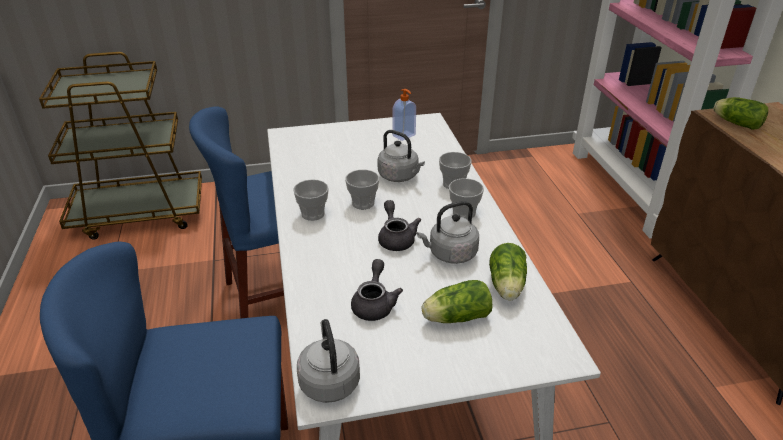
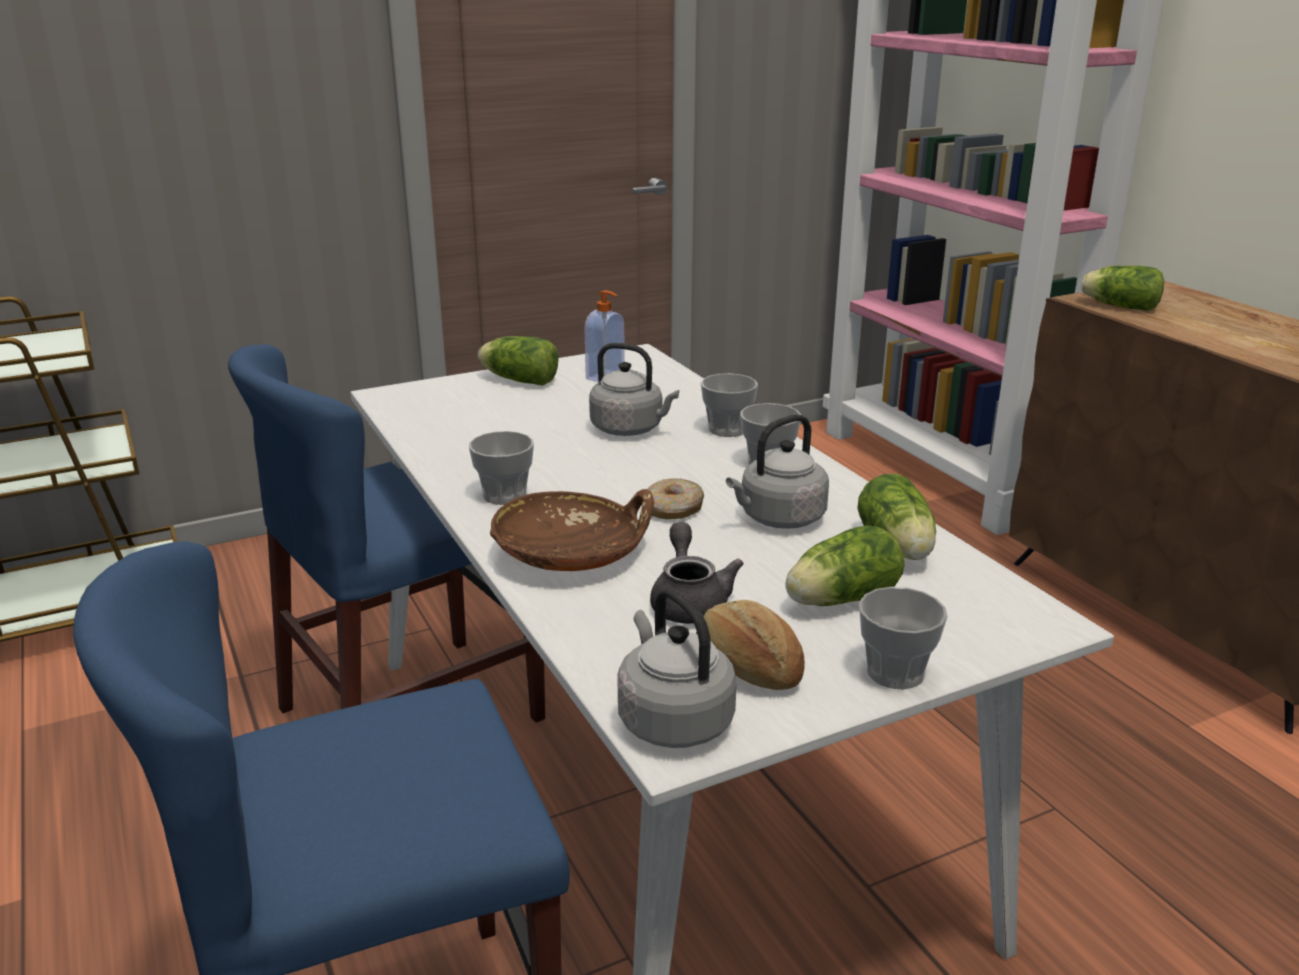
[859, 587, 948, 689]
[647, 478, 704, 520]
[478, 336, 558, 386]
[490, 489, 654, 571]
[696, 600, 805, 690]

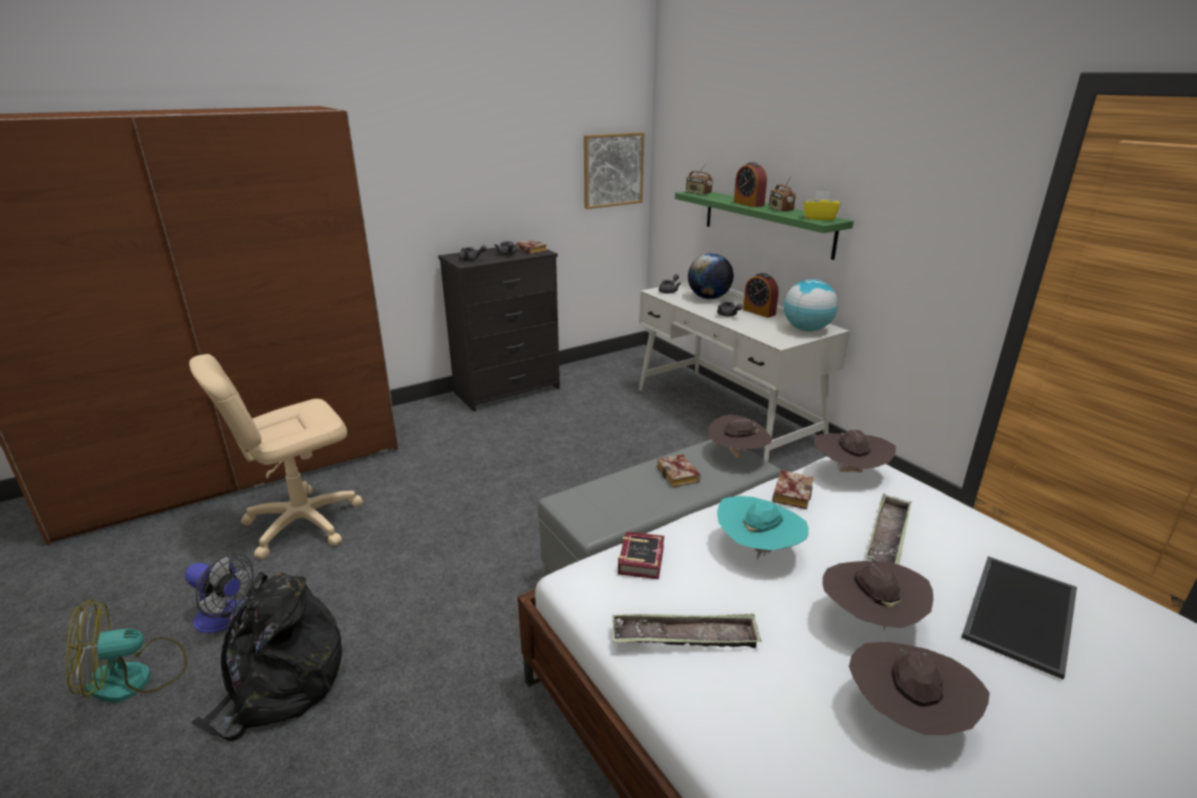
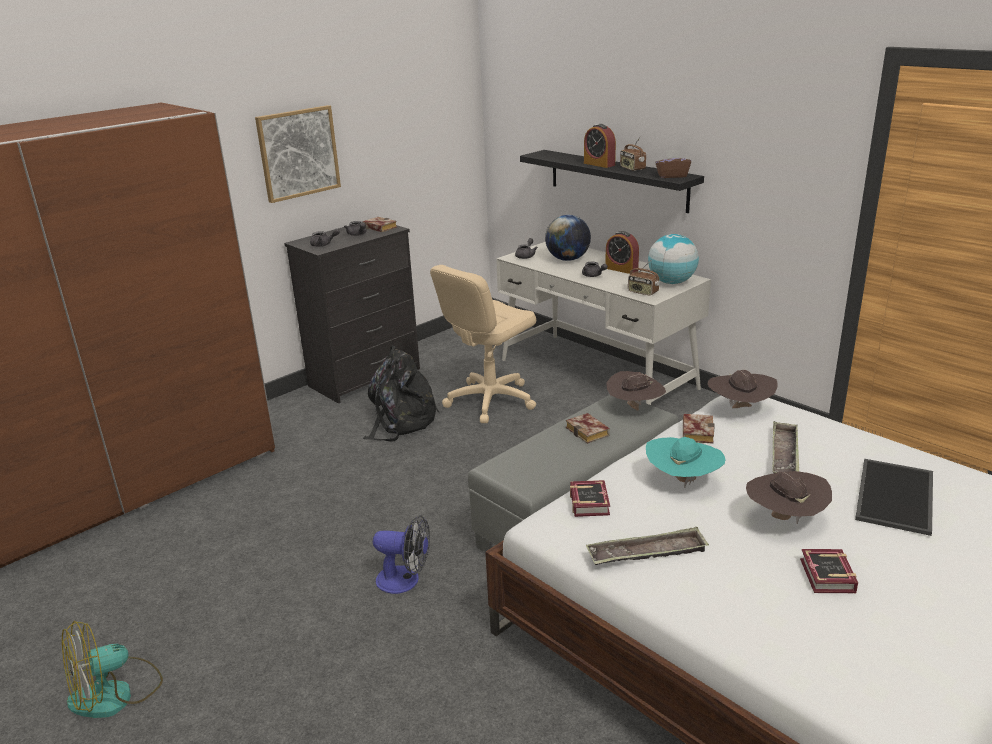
[255, 105, 341, 203]
[628, 260, 660, 296]
[520, 150, 704, 213]
[655, 150, 691, 178]
[430, 265, 536, 423]
[373, 515, 430, 594]
[363, 345, 439, 442]
[800, 549, 858, 593]

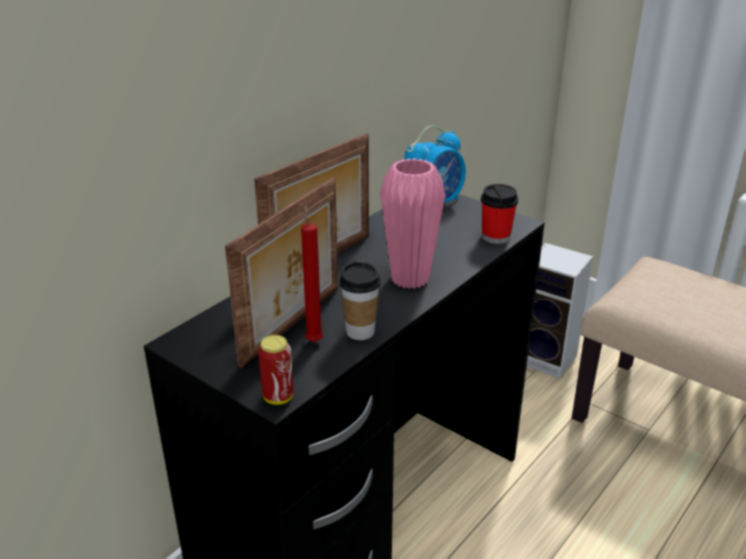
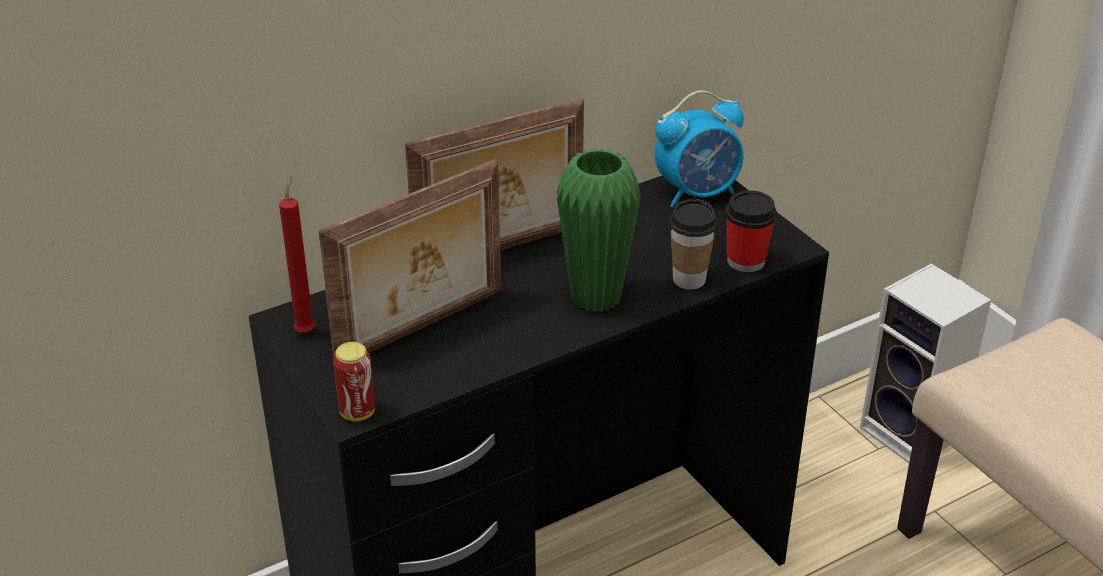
[557, 149, 640, 312]
[279, 177, 315, 333]
[669, 199, 717, 290]

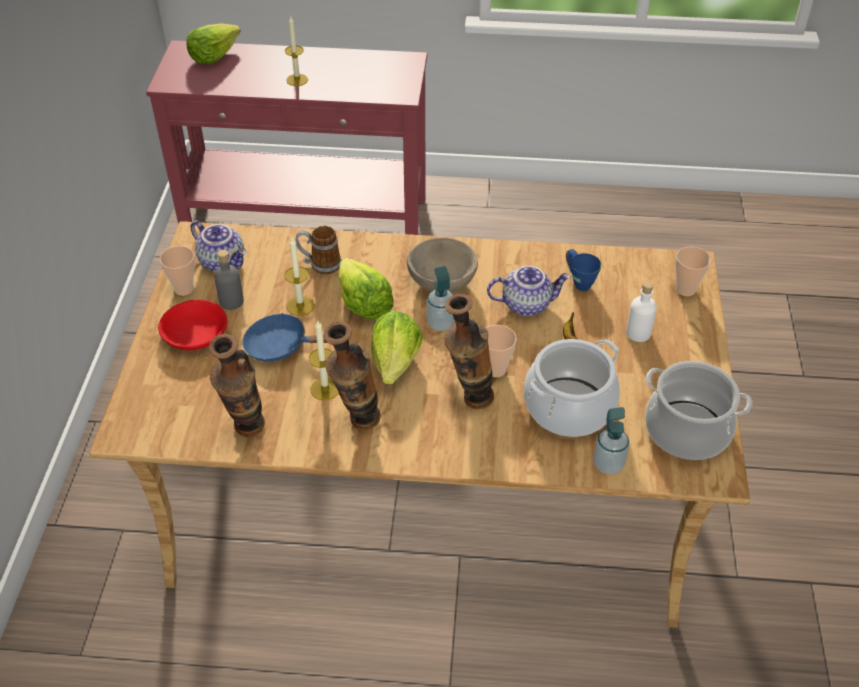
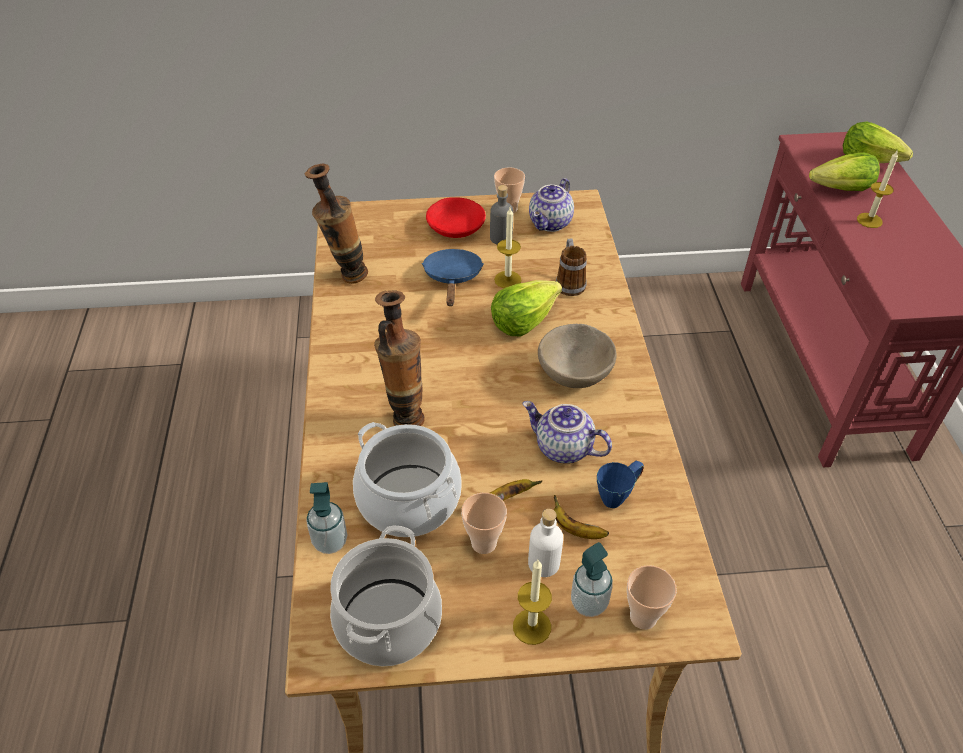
[571, 542, 613, 617]
[522, 401, 612, 463]
[809, 153, 880, 191]
[513, 560, 552, 645]
[324, 321, 381, 431] (first image)
[461, 493, 507, 554]
[554, 495, 609, 539]

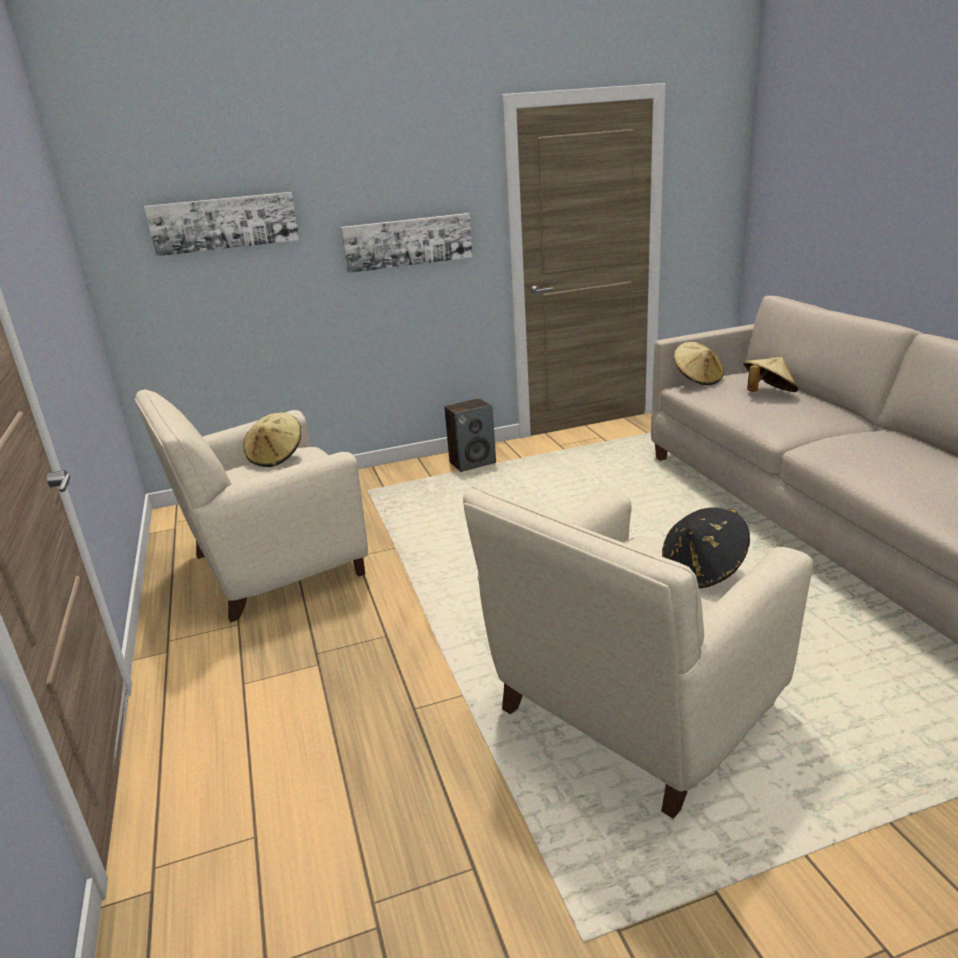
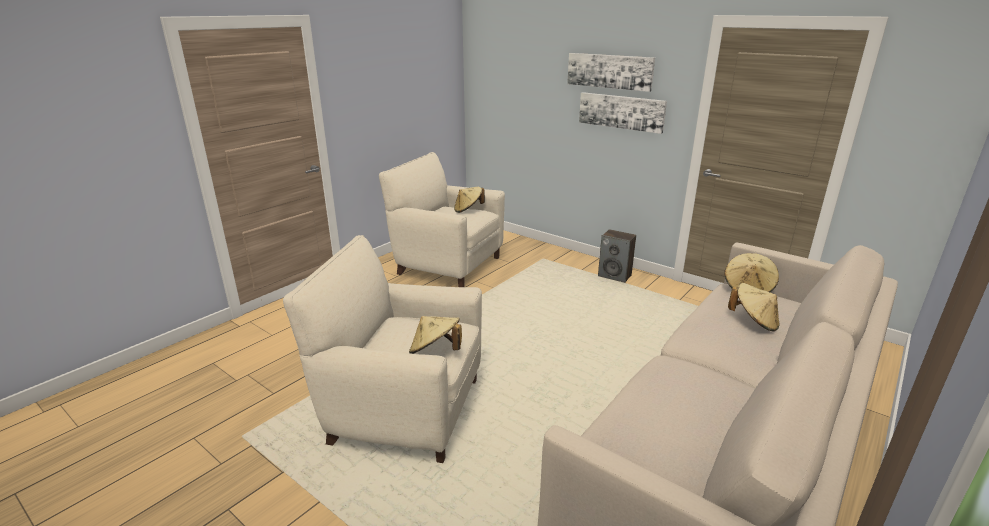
[567, 53, 655, 92]
[409, 316, 462, 354]

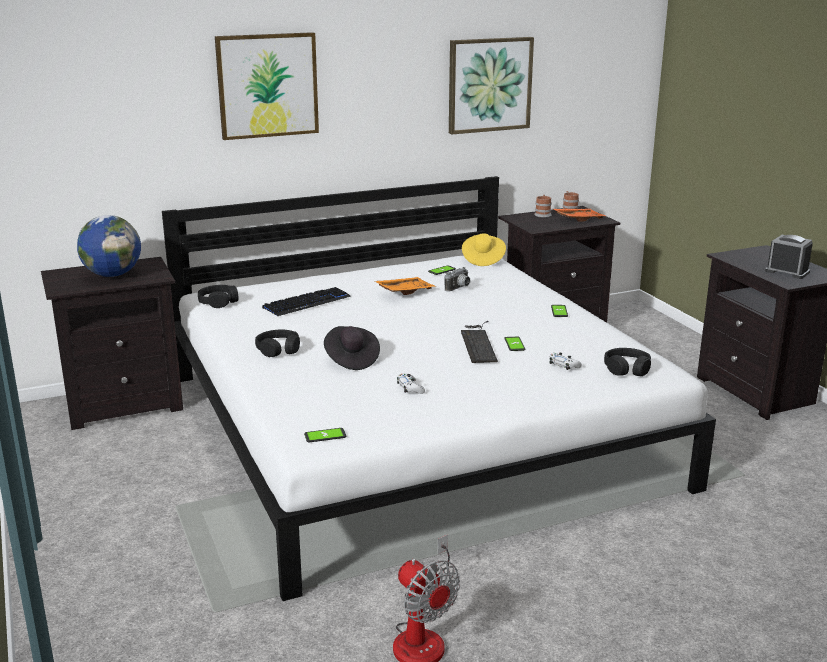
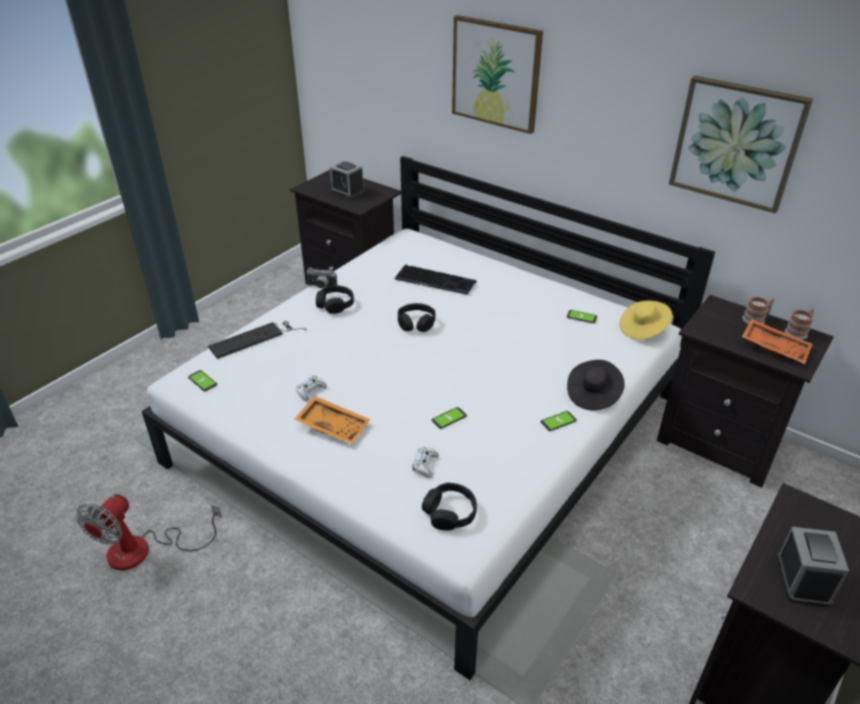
[330, 160, 365, 199]
[306, 267, 337, 288]
[295, 396, 370, 445]
[398, 303, 436, 332]
[208, 321, 307, 359]
[567, 360, 625, 411]

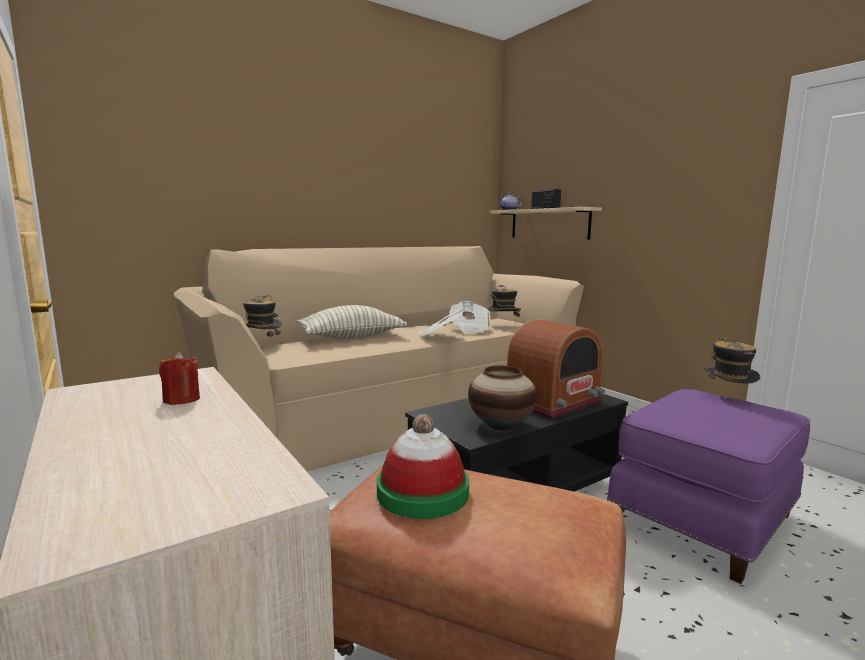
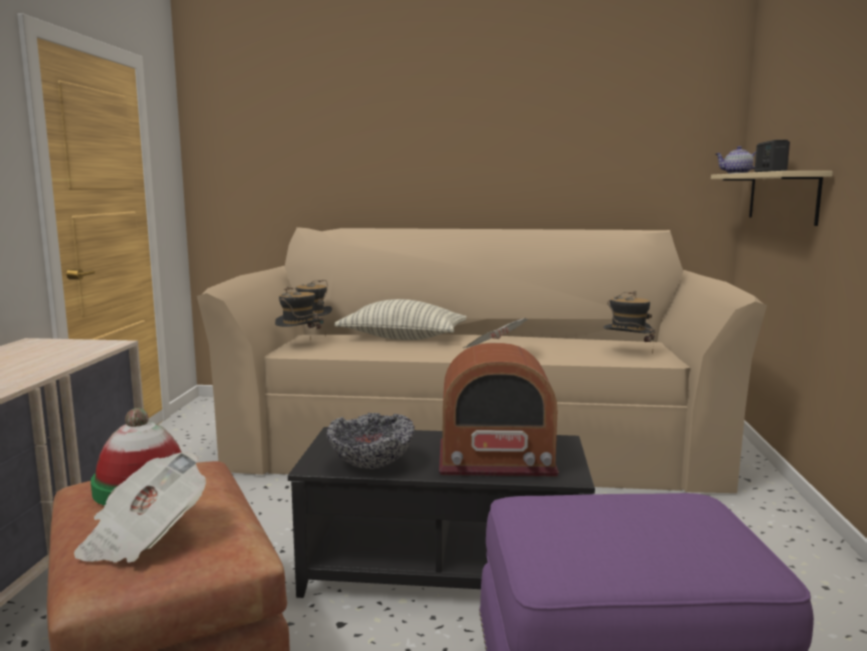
[74, 452, 206, 563]
[275, 286, 321, 340]
[159, 352, 200, 405] (first image)
[326, 413, 414, 469]

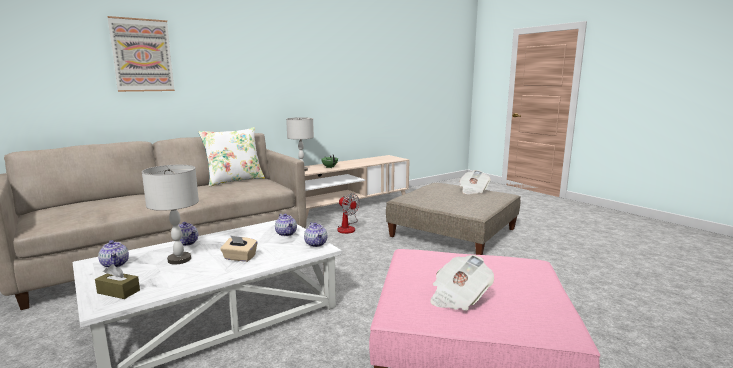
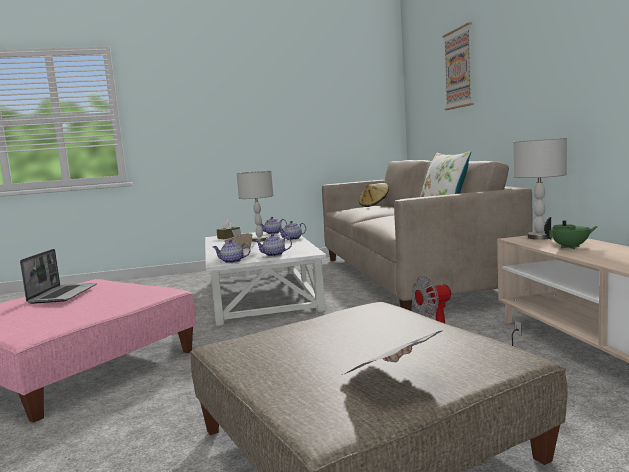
[20, 249, 97, 304]
[359, 183, 389, 207]

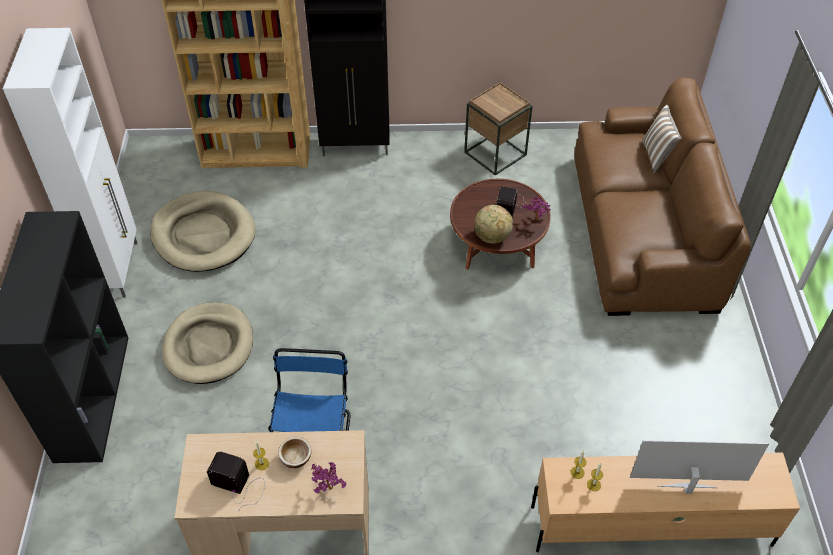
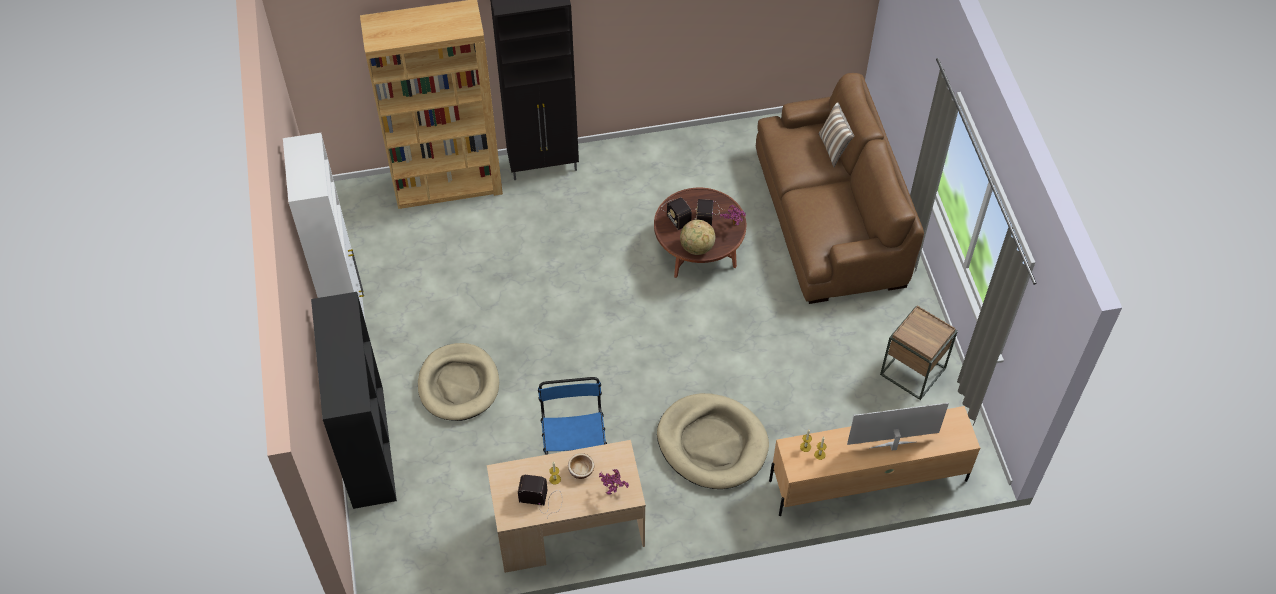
[880, 305, 958, 400]
[657, 393, 769, 489]
[661, 197, 692, 230]

